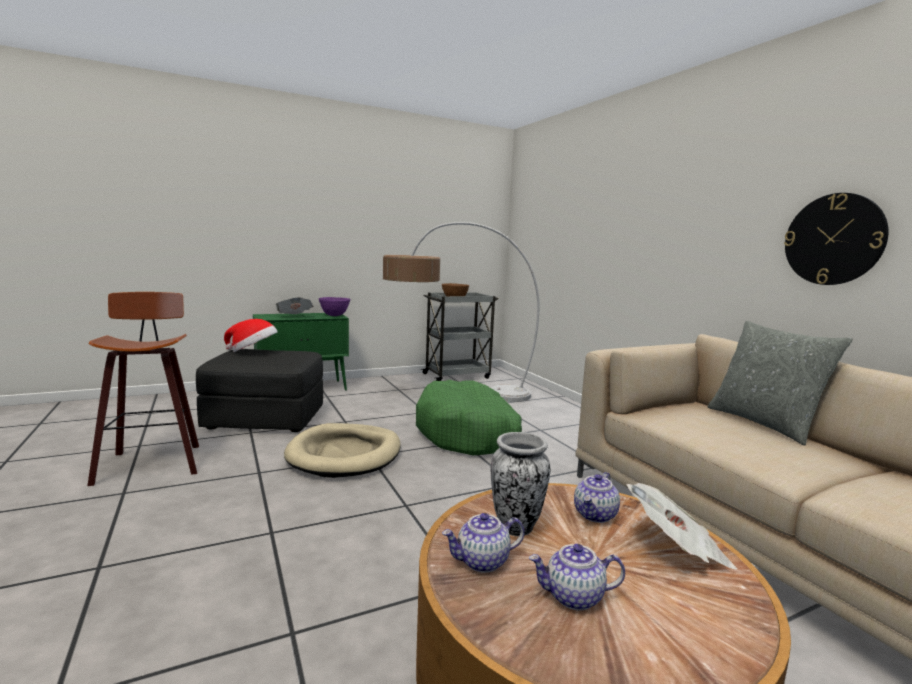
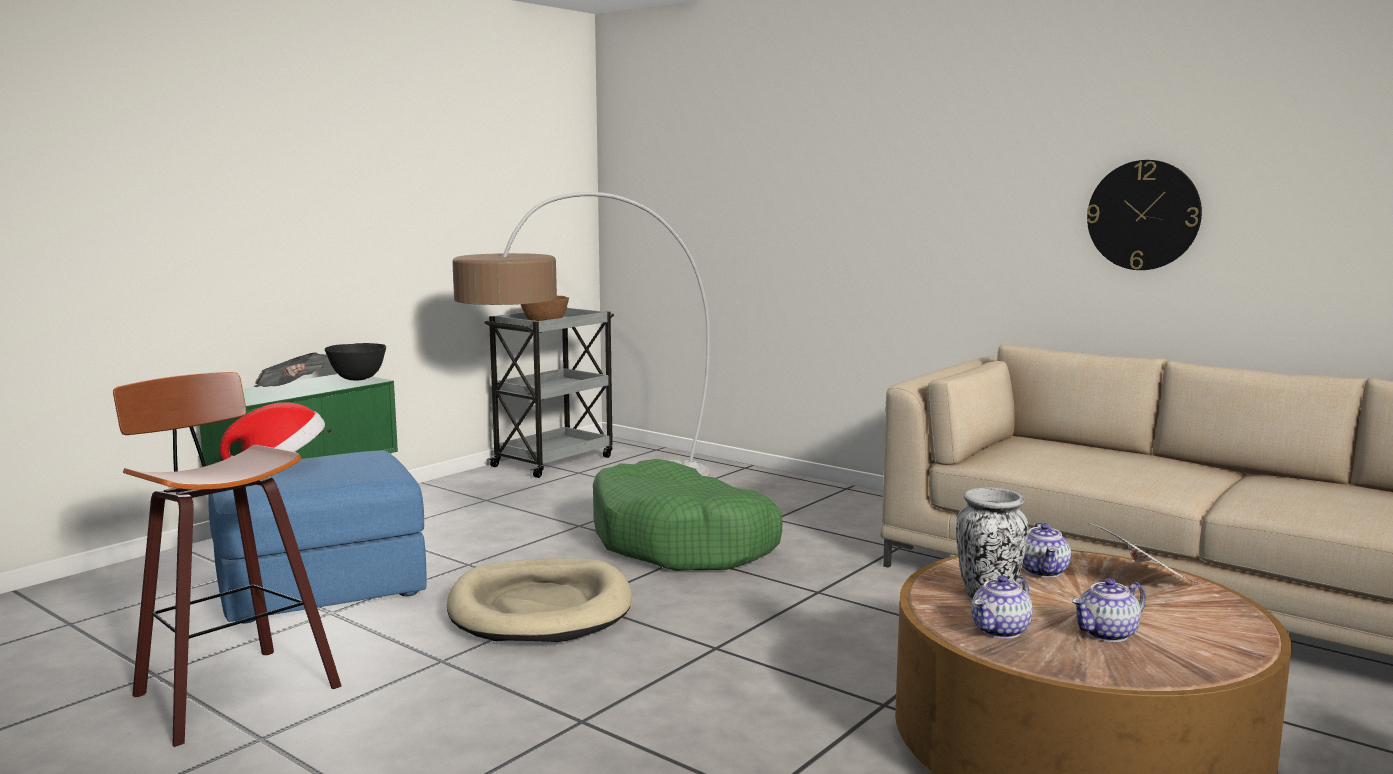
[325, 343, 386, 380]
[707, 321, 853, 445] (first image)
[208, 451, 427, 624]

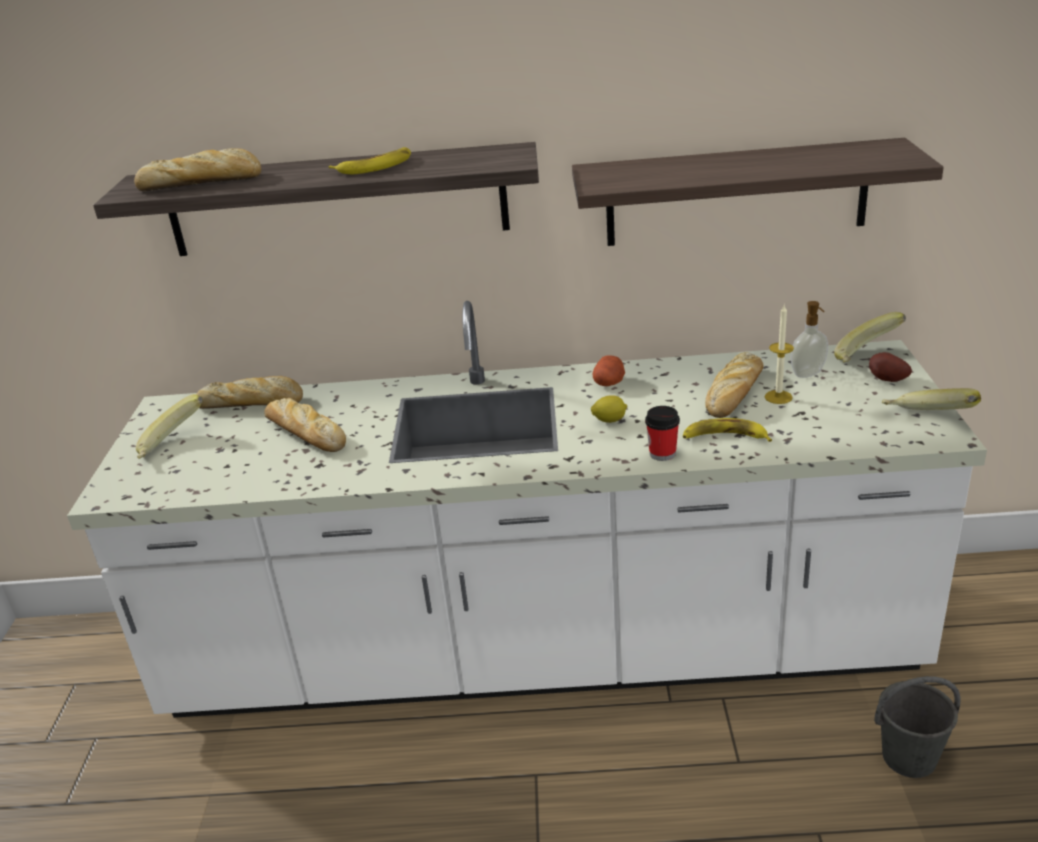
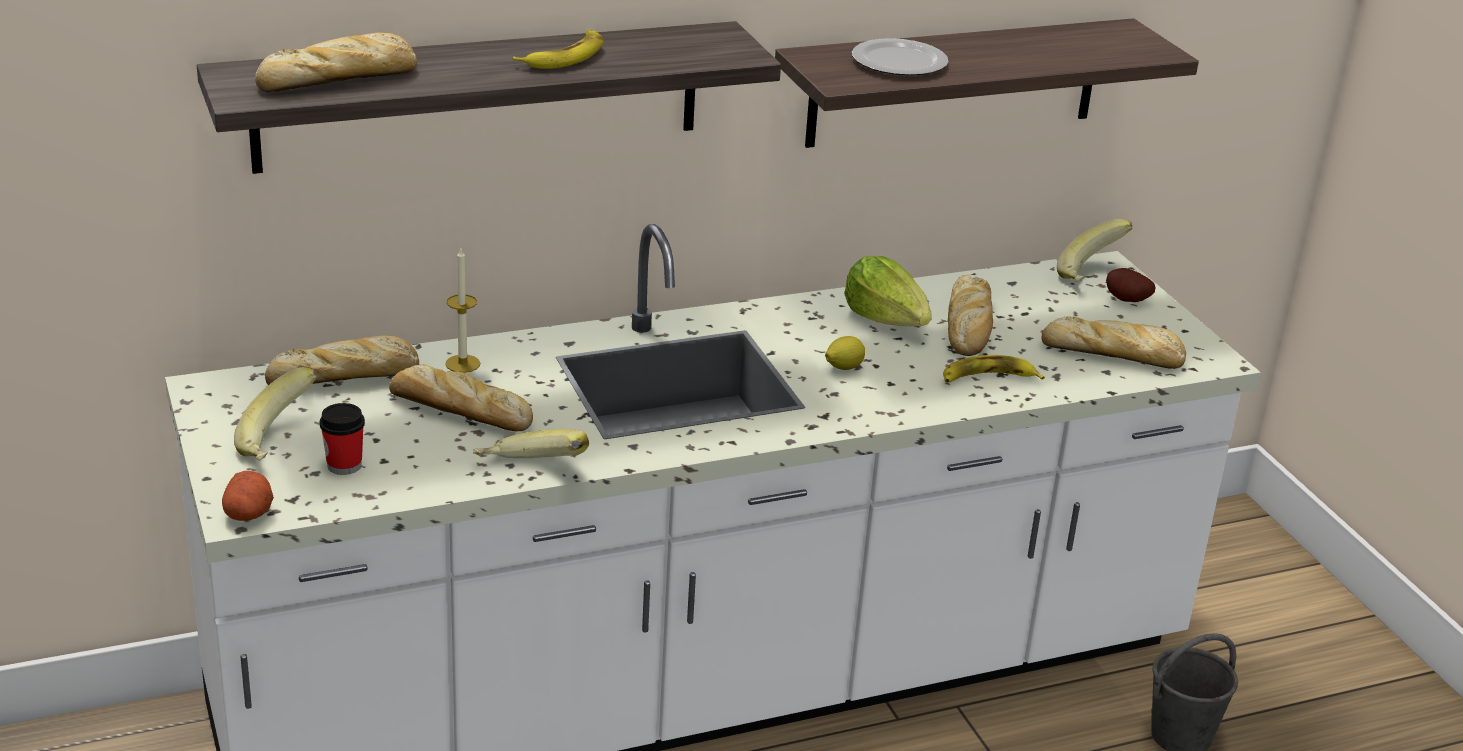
[791, 301, 828, 378] (first image)
[445, 249, 480, 373]
[222, 471, 274, 521]
[473, 429, 589, 458]
[320, 403, 365, 475]
[852, 38, 948, 76]
[844, 256, 932, 326]
[1042, 316, 1186, 369]

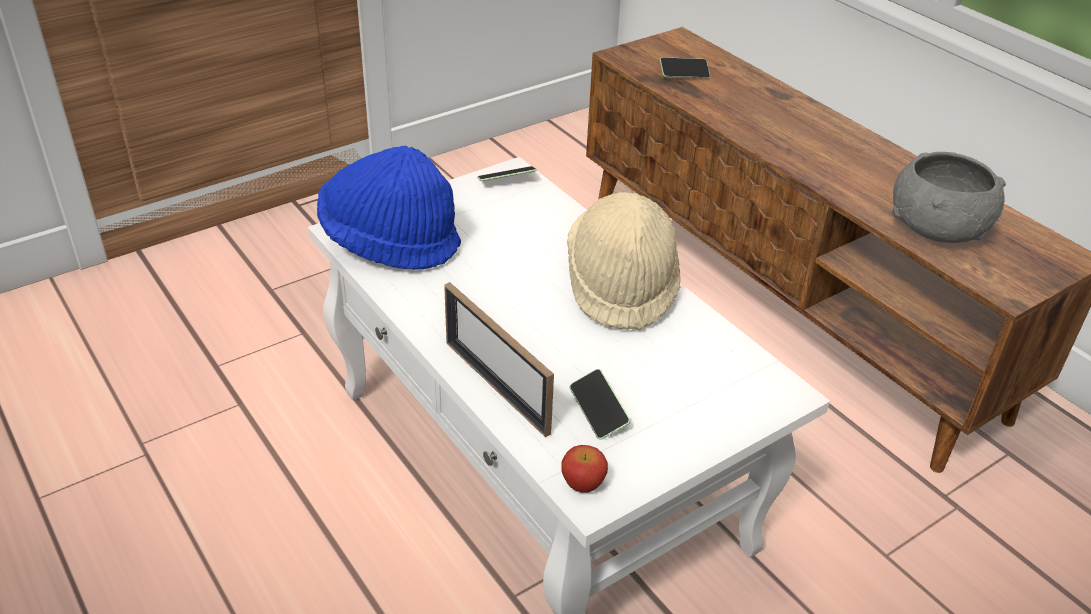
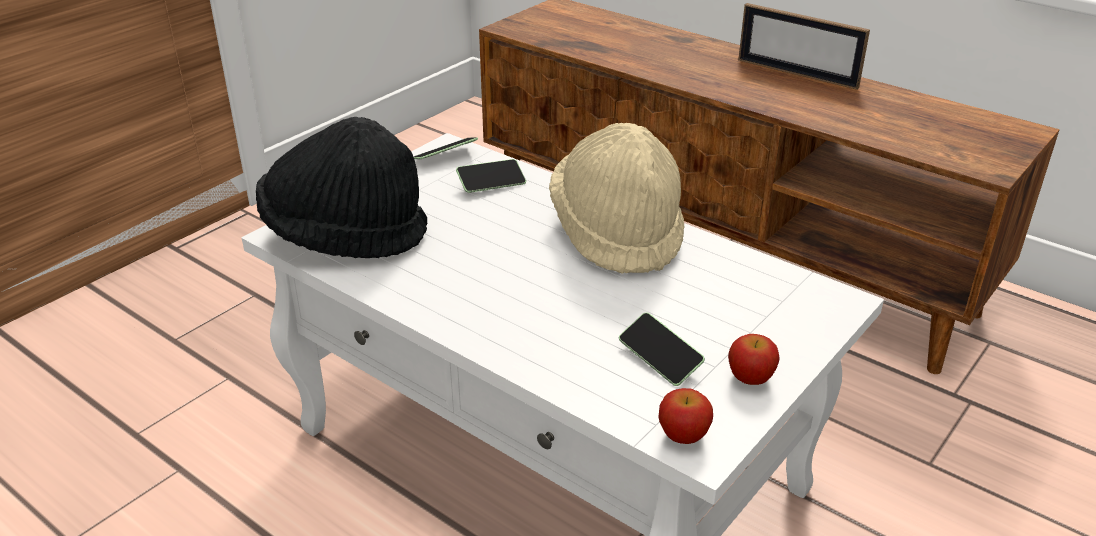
[456, 159, 526, 193]
[256, 117, 427, 258]
[893, 152, 1006, 243] (first image)
[738, 3, 870, 90]
[728, 334, 780, 385]

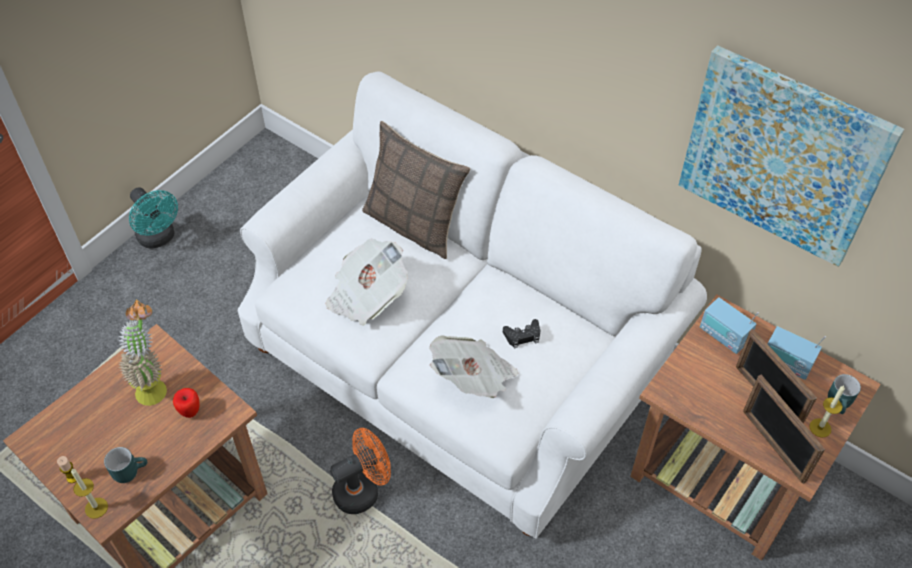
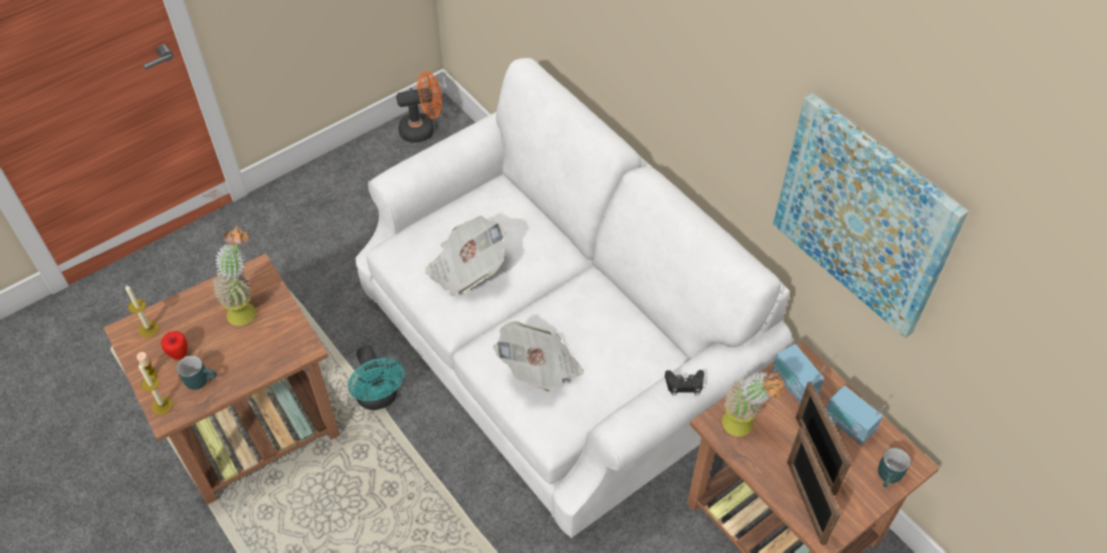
[362, 121, 470, 259] (first image)
[348, 345, 405, 410]
[665, 370, 704, 396]
[125, 285, 159, 338]
[161, 331, 188, 360]
[396, 71, 442, 143]
[722, 372, 785, 437]

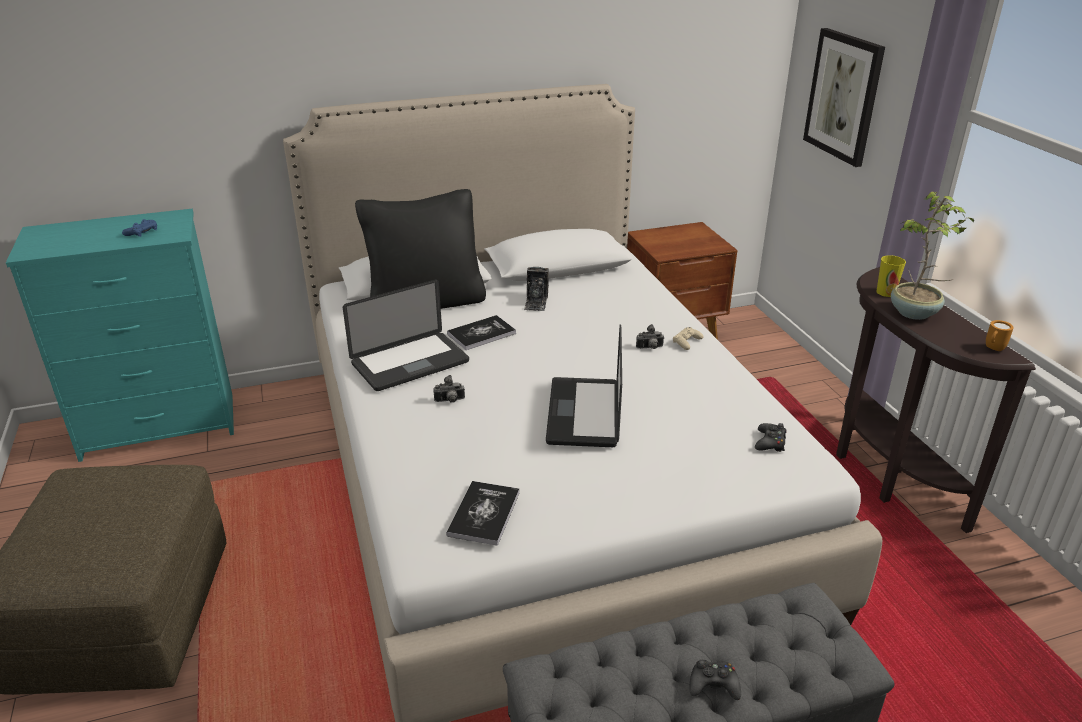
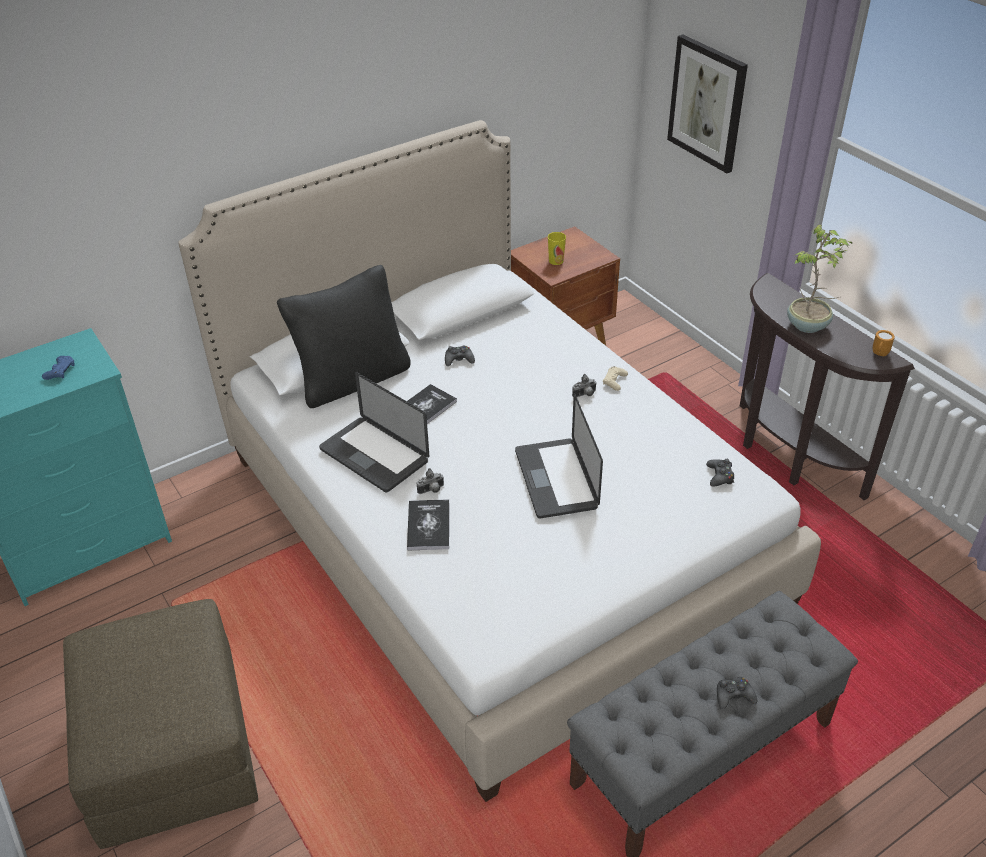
[548, 232, 566, 265]
[445, 346, 475, 366]
[319, 372, 429, 493]
[407, 499, 449, 550]

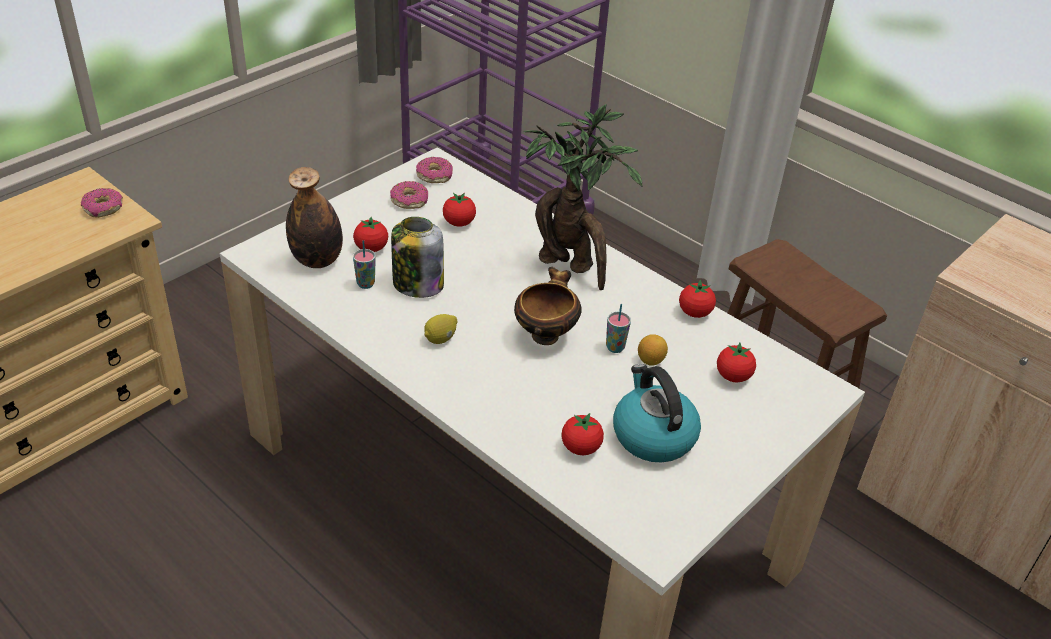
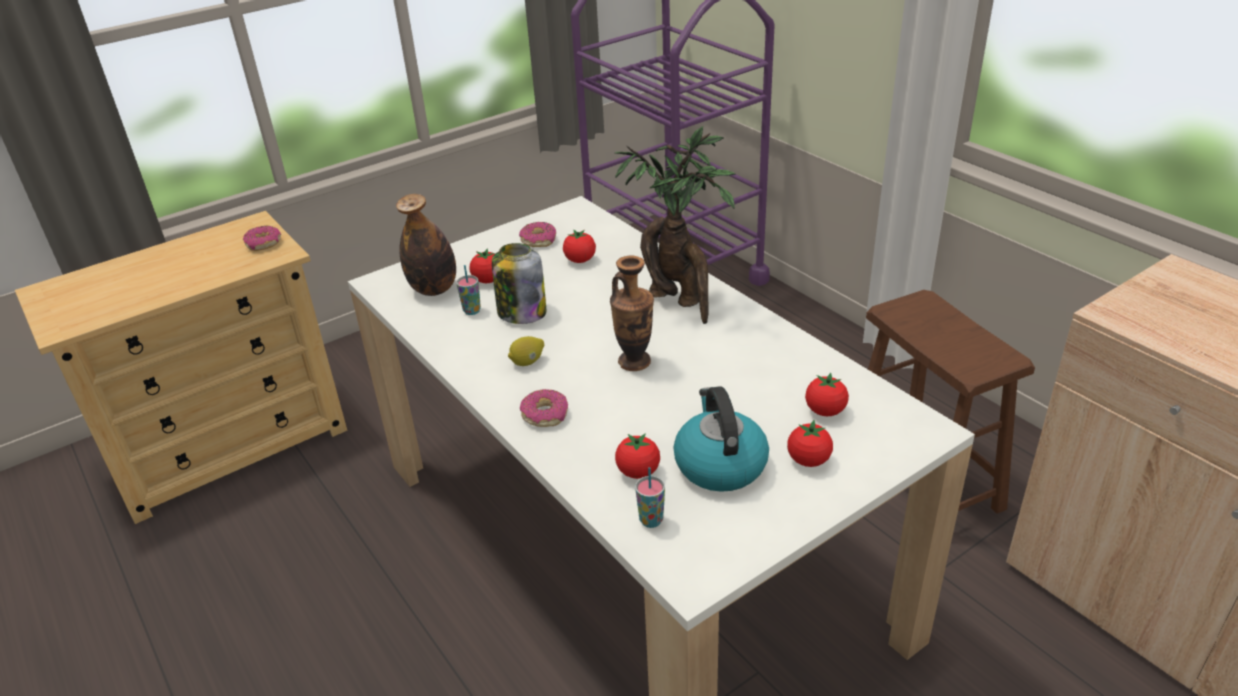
[520, 389, 568, 427]
[610, 255, 654, 371]
[787, 420, 833, 467]
[635, 467, 665, 528]
[638, 334, 668, 366] (first image)

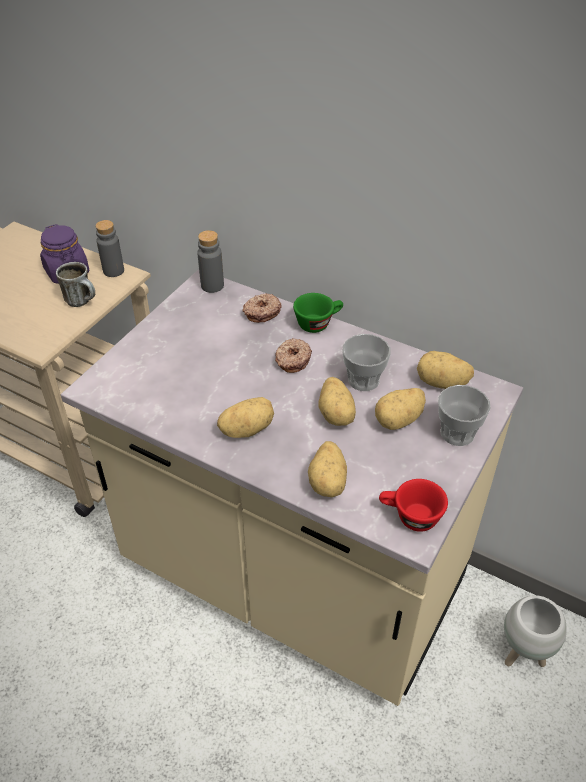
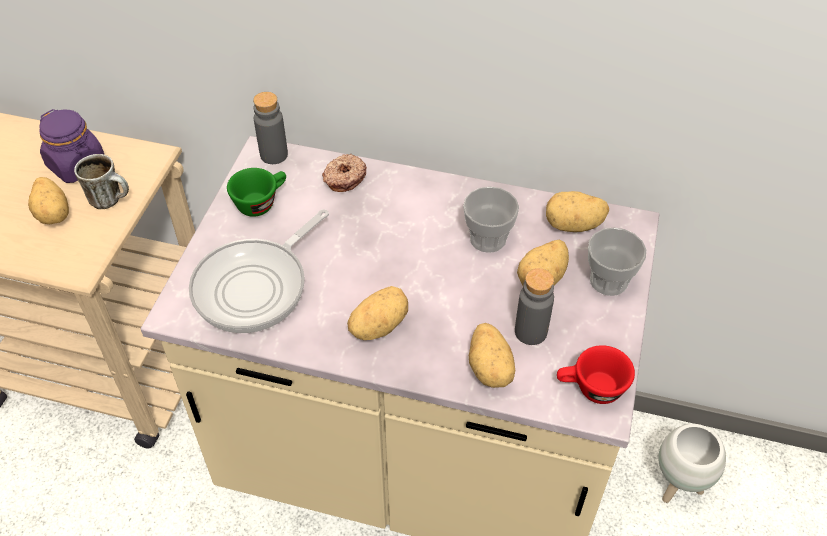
[515, 268, 554, 345]
[227, 168, 286, 217]
[275, 338, 312, 373] (first image)
[28, 177, 69, 224]
[189, 209, 329, 333]

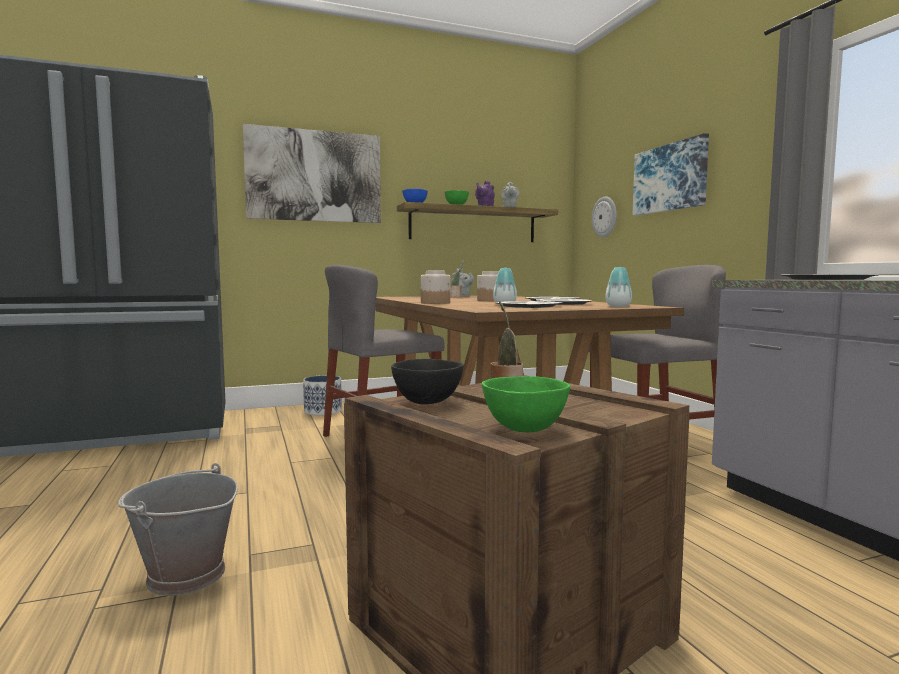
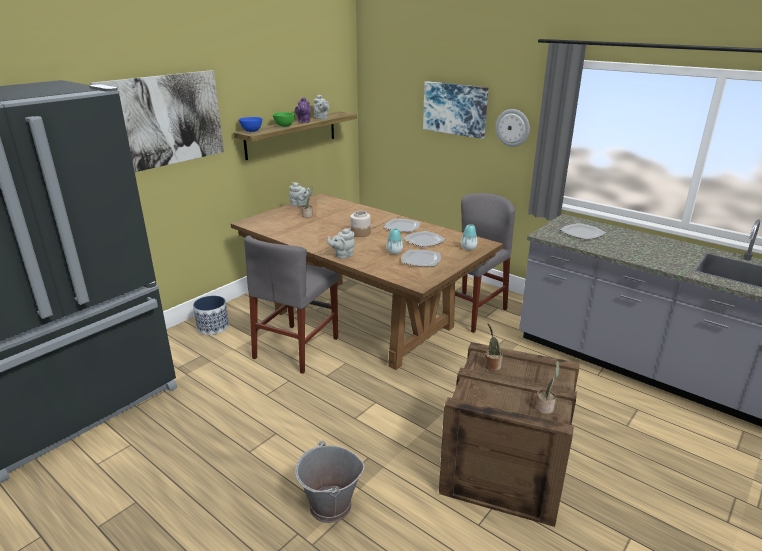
[496, 109, 530, 147]
[327, 228, 355, 259]
[391, 359, 464, 404] (first image)
[535, 361, 560, 414]

